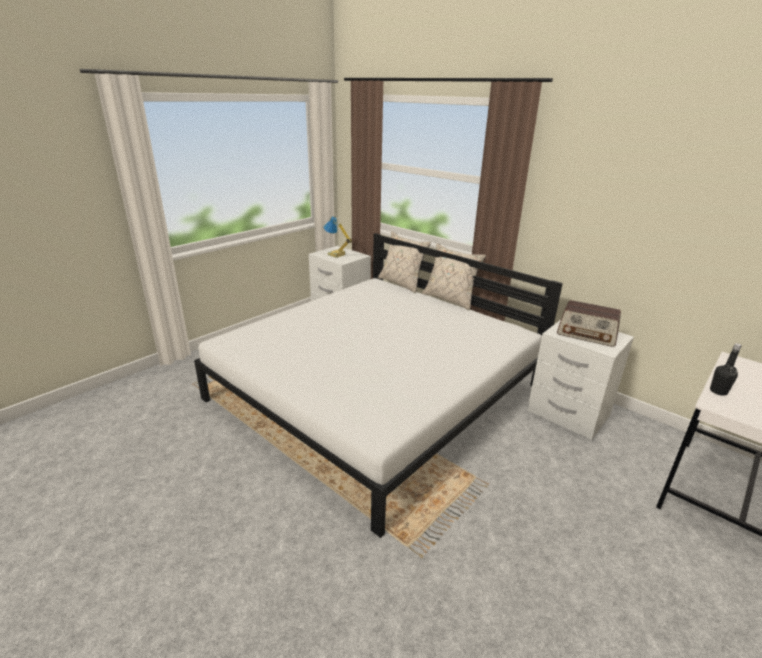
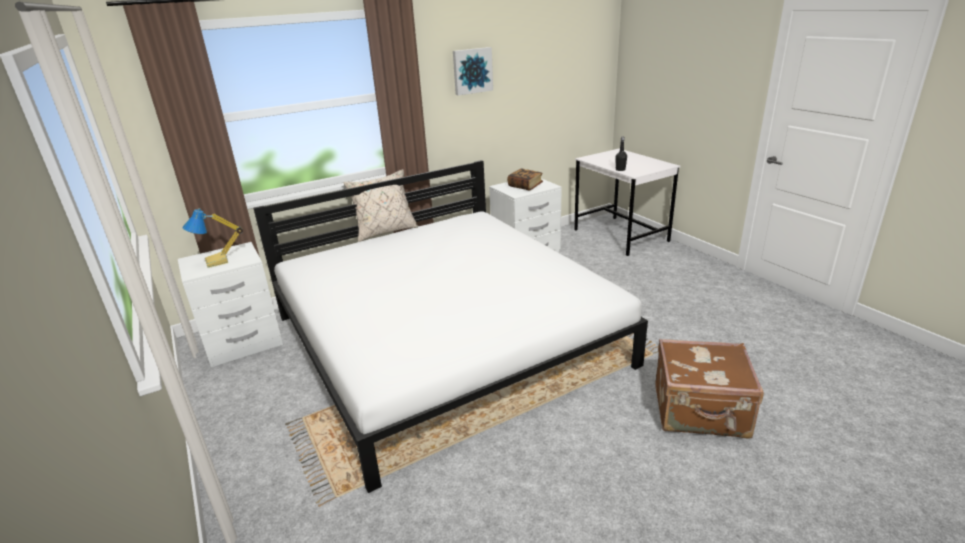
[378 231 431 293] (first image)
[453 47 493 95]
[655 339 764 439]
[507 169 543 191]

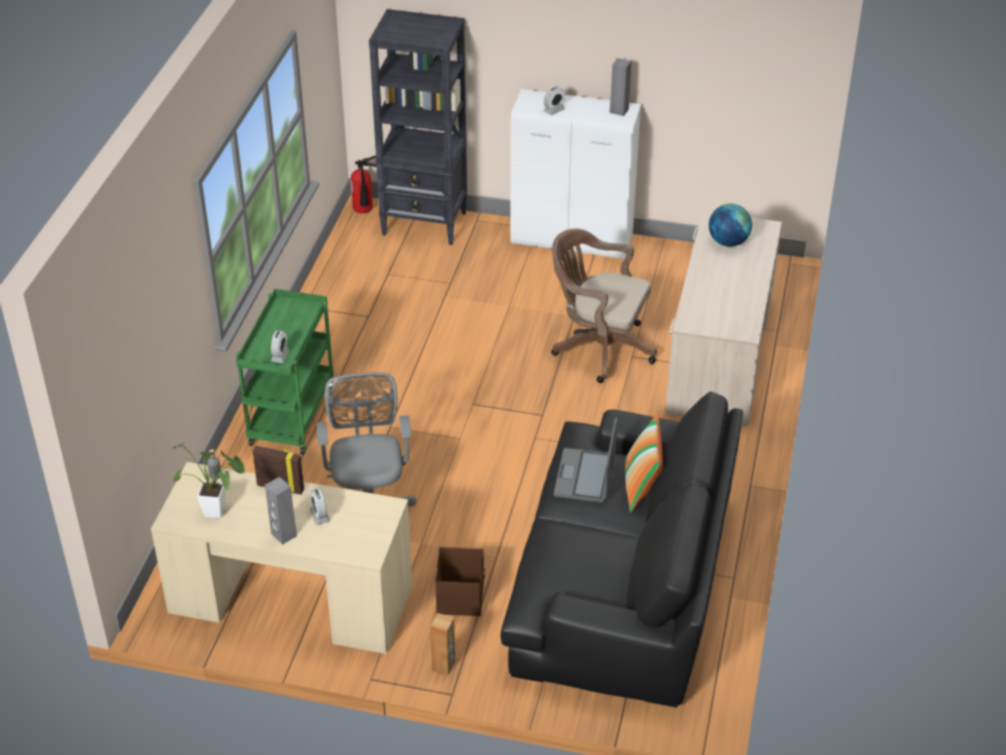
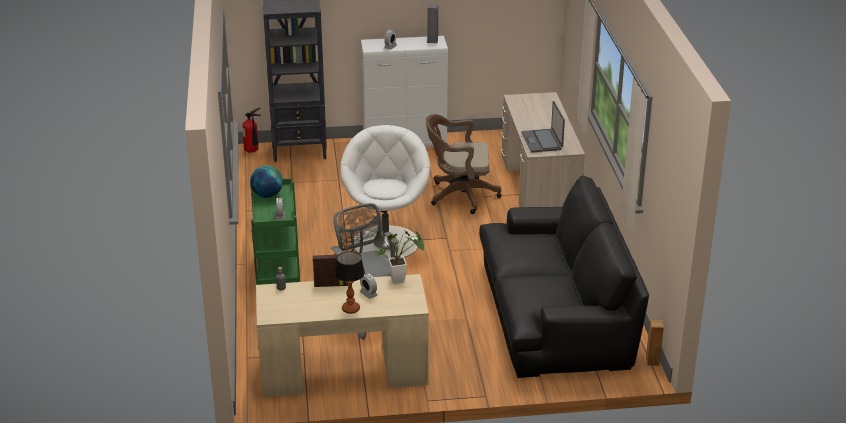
[435 547 485 616] (first image)
[625 413 663 513] (first image)
[340 125 430 258]
[373 229 424 284]
[646 320 664 365]
[521 101 565 152]
[250 165 283 198]
[335 251 365 314]

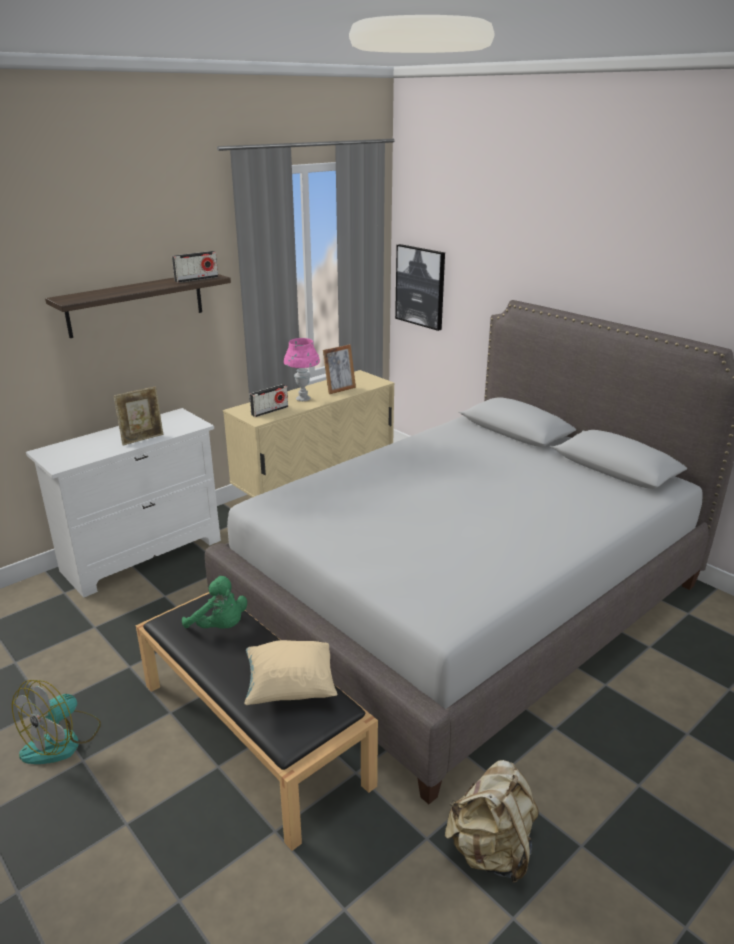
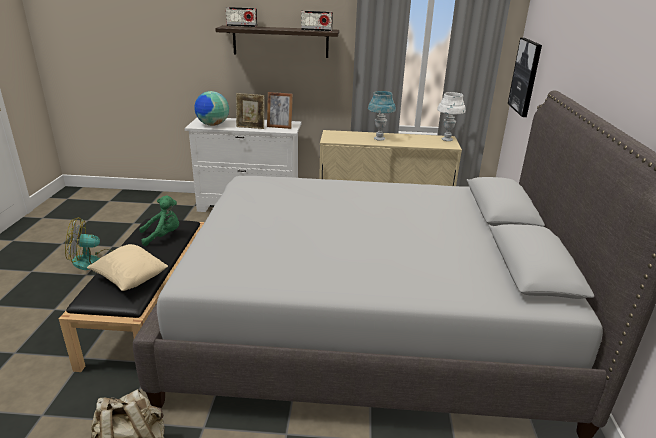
[194 91 229 126]
[437 92 466 141]
[225 7 257 27]
[267 92 293 129]
[368 91 396 141]
[139 196 179 246]

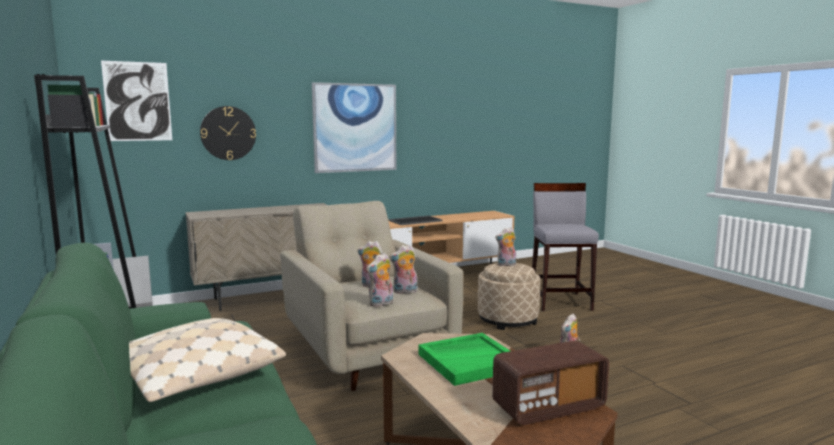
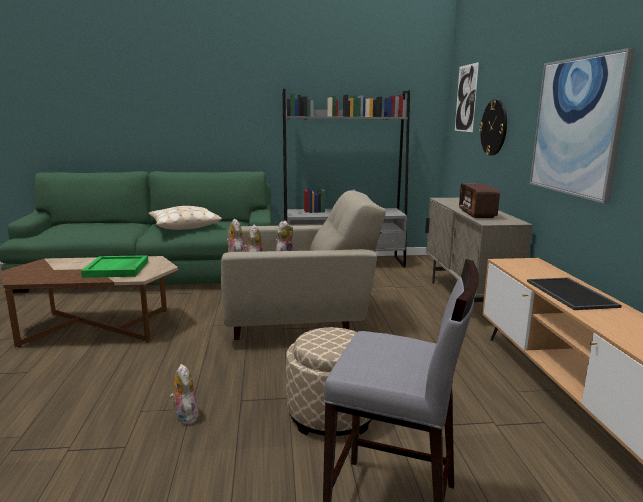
[495 227 516 266] (first image)
[459 183 500 218]

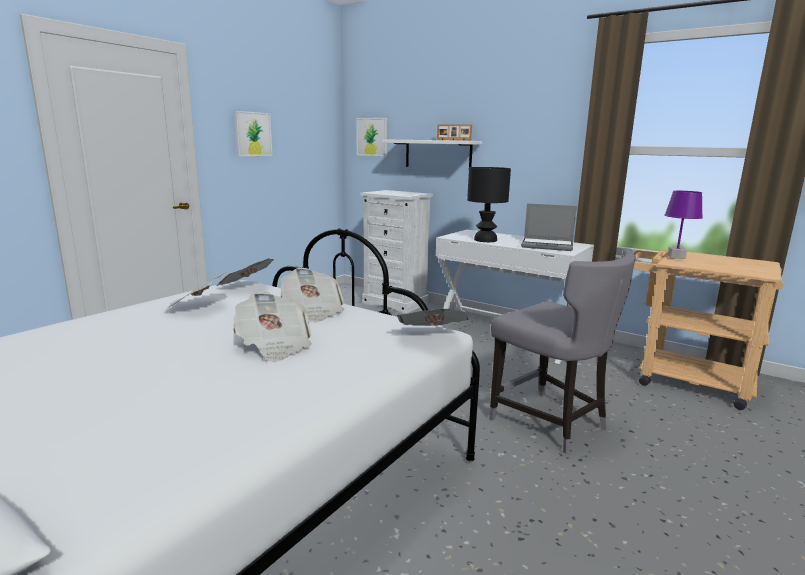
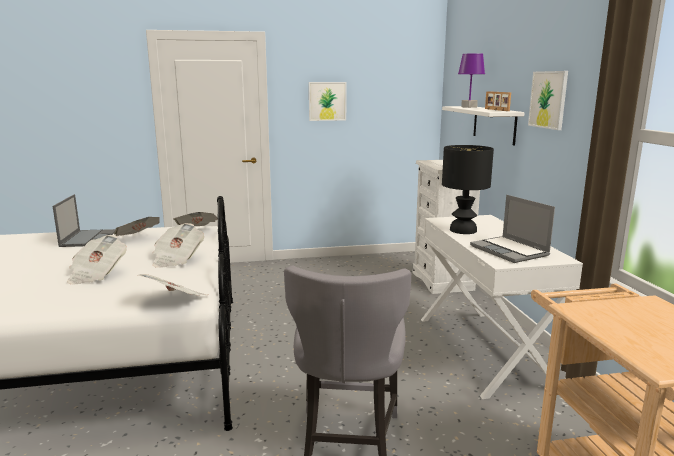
[53 194 115 247]
[528 71 568 130]
[458 53 485 108]

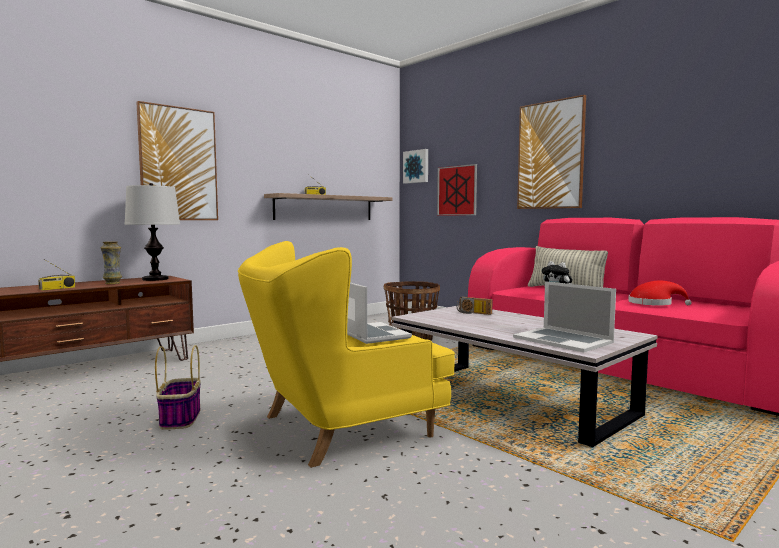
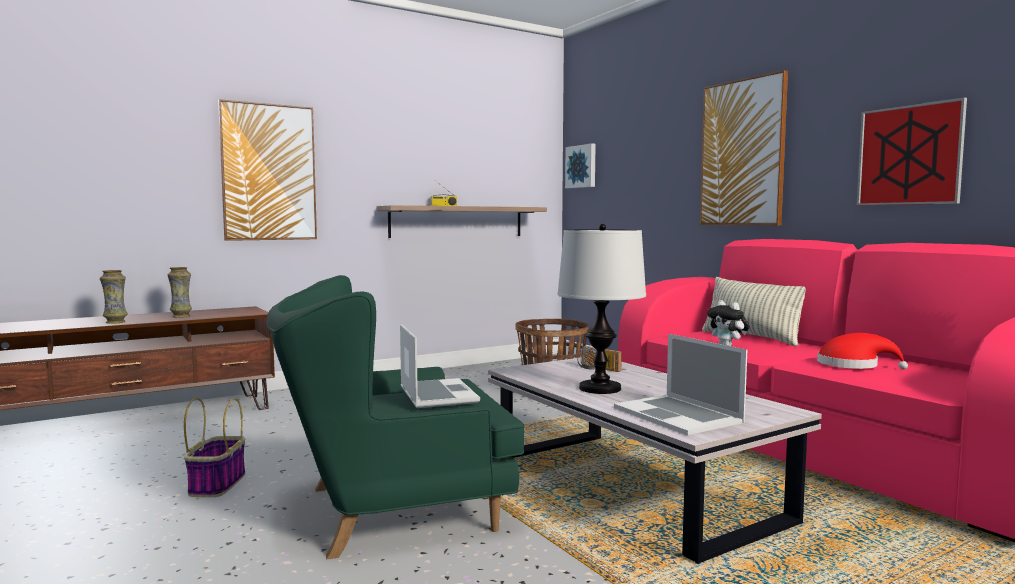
[557 224 646 394]
[857 97 967 206]
[100 270 128 324]
[267 275 525 559]

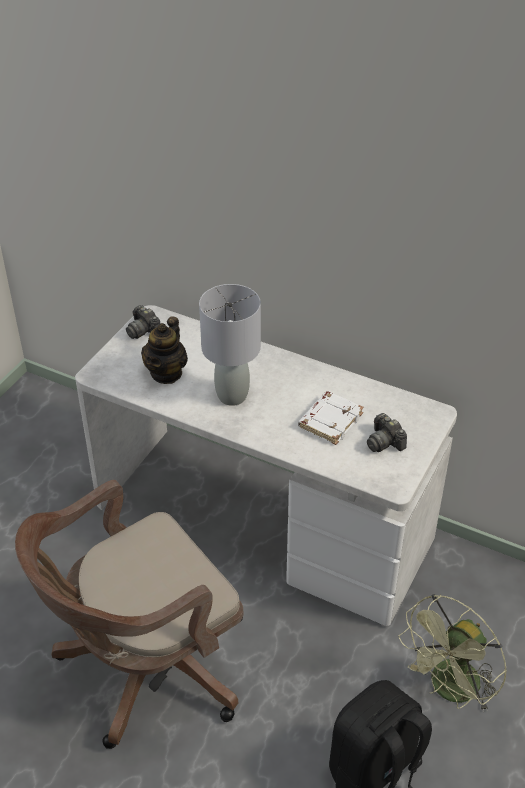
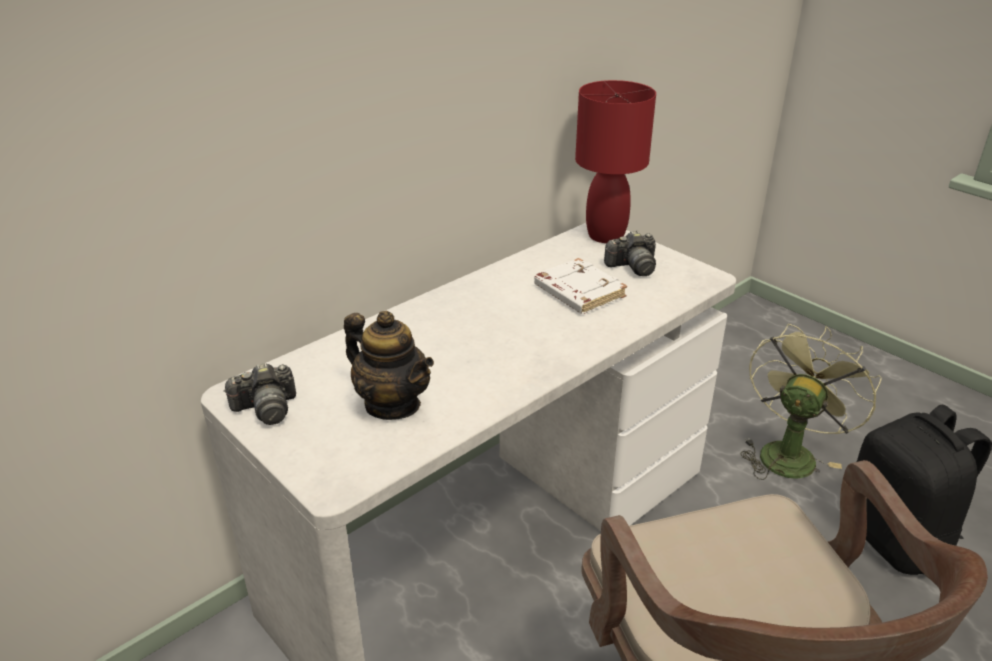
[199 284 261 406] (first image)
[575 80 656 243]
[740 324 882 480]

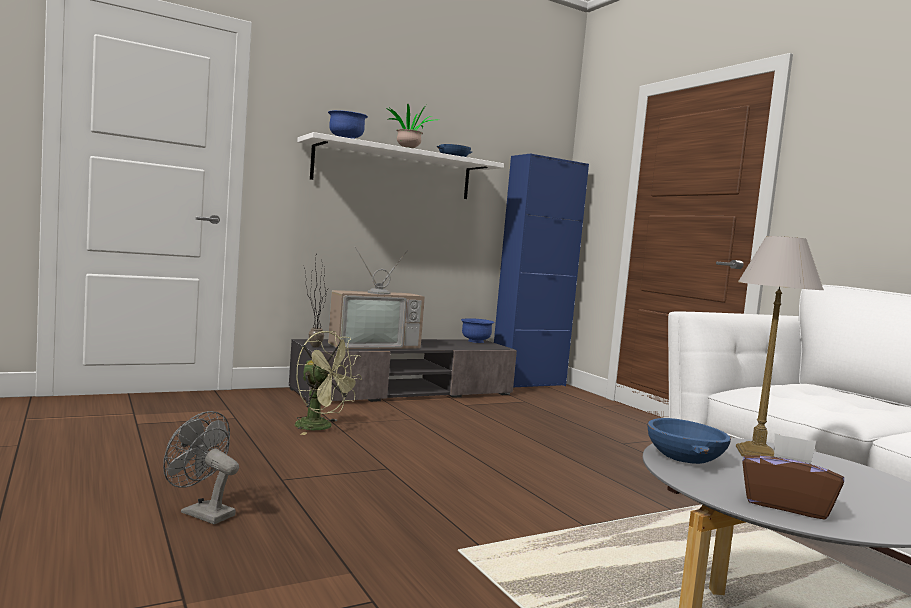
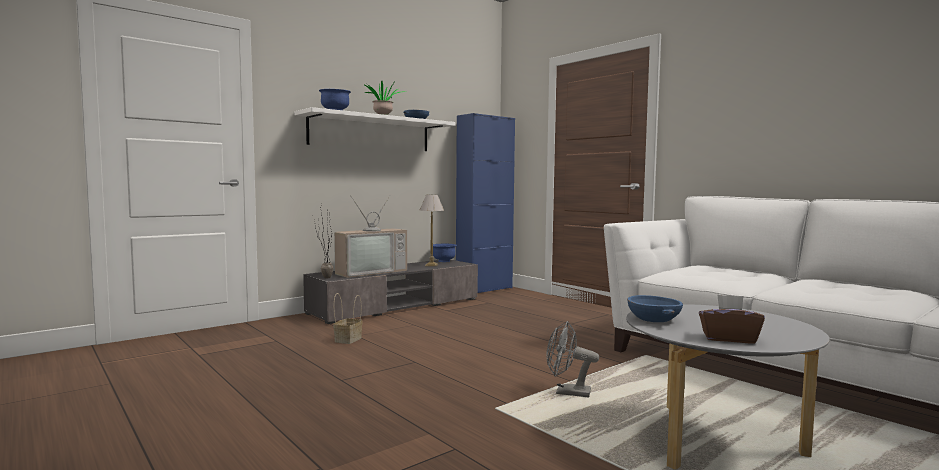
[546 321 599 398]
[420 195 444 266]
[333 293 362 344]

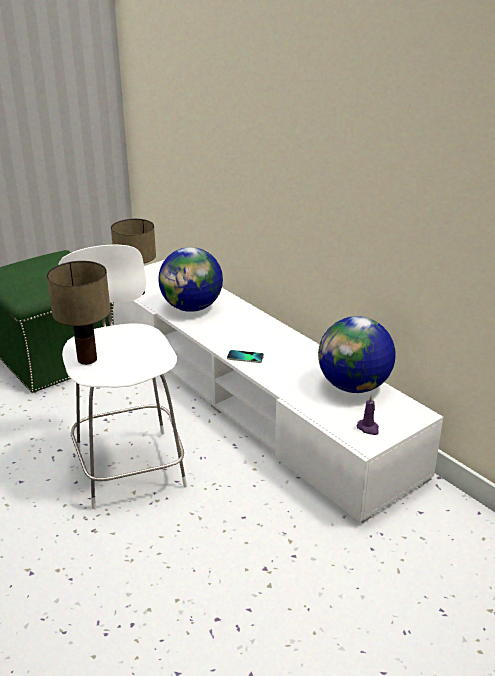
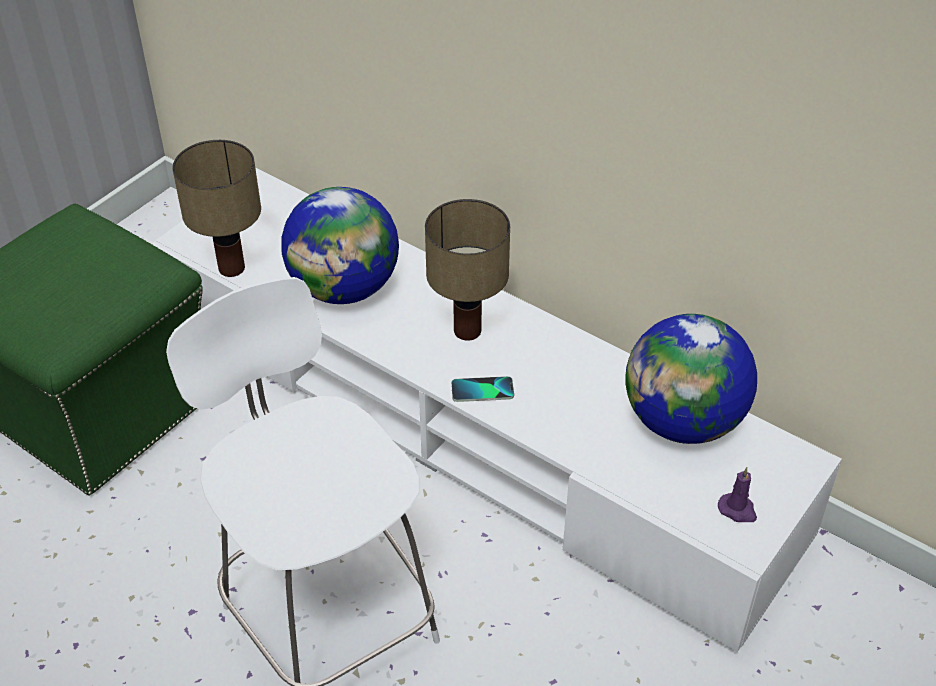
[425 199 510 341]

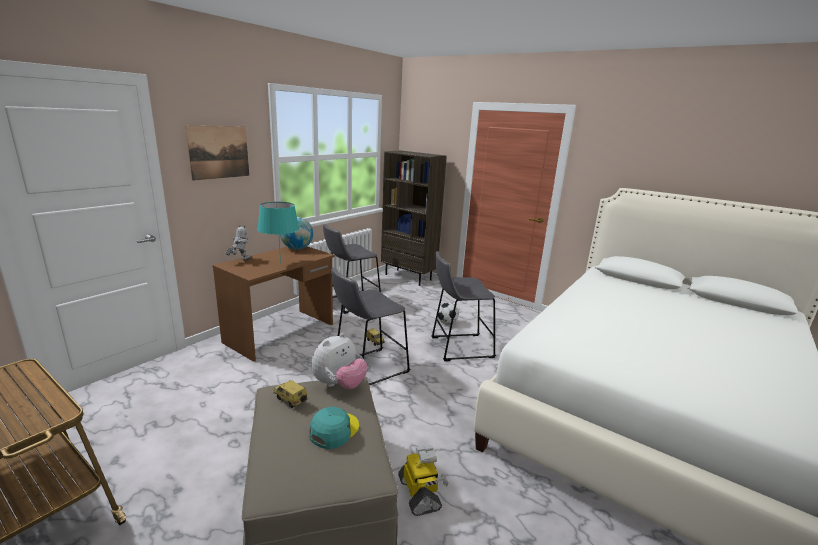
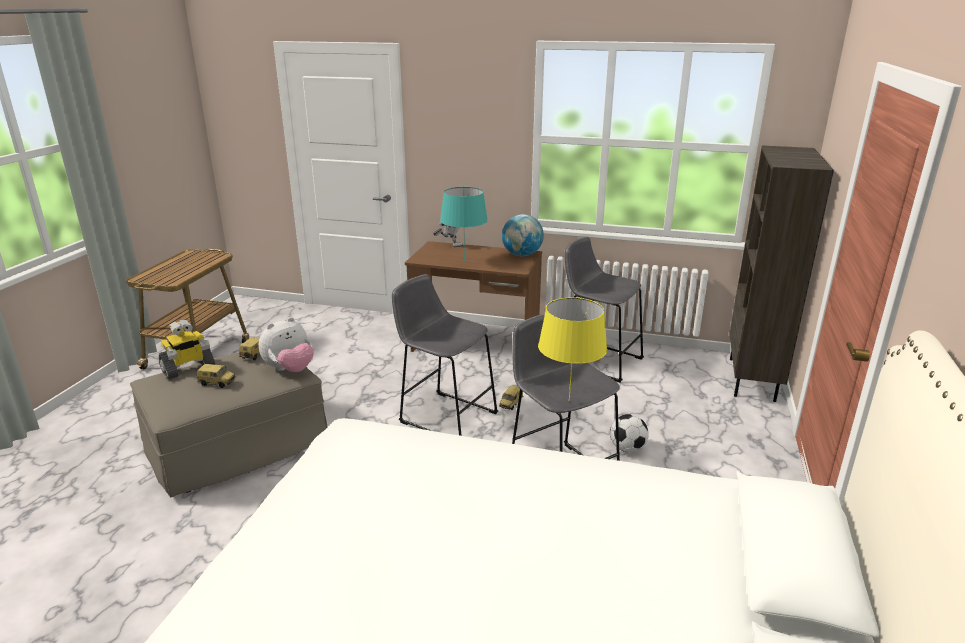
[185 126 249 181] (first image)
[538 298 608 401]
[159 320 215 379]
[197 364 236 388]
[259 317 314 372]

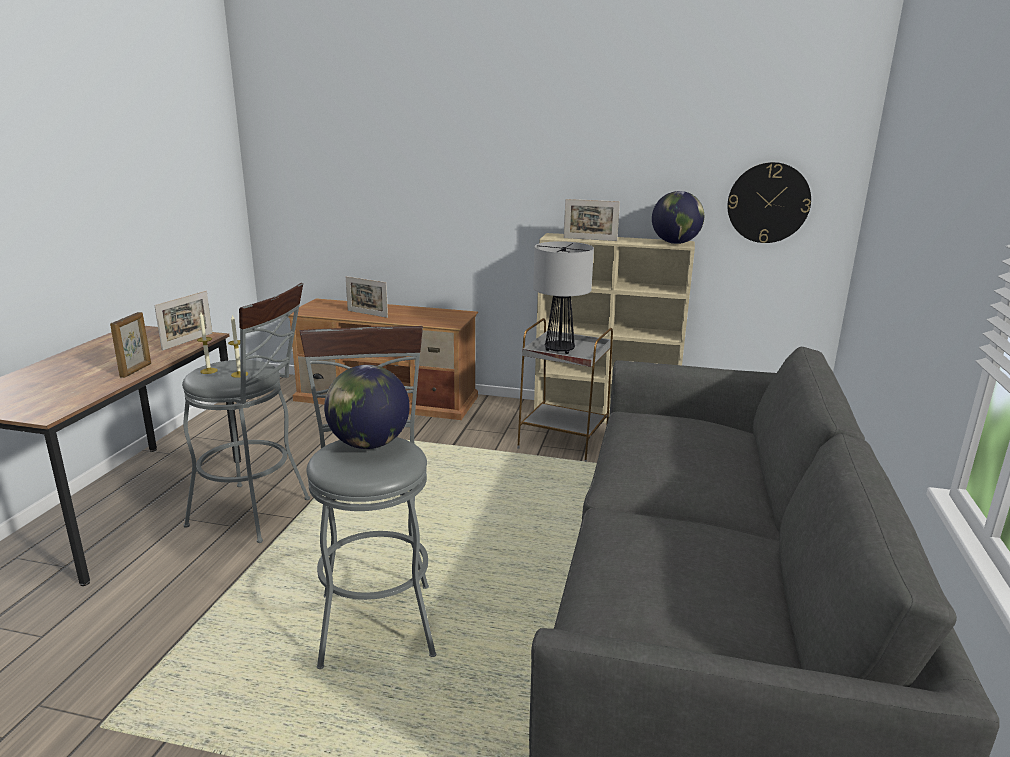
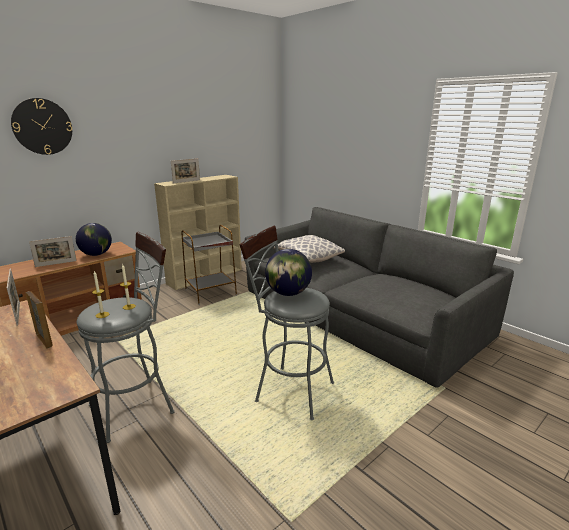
[533 241 594 354] (first image)
[274 235 345 263]
[76 223 112 256]
[11 98 72 155]

